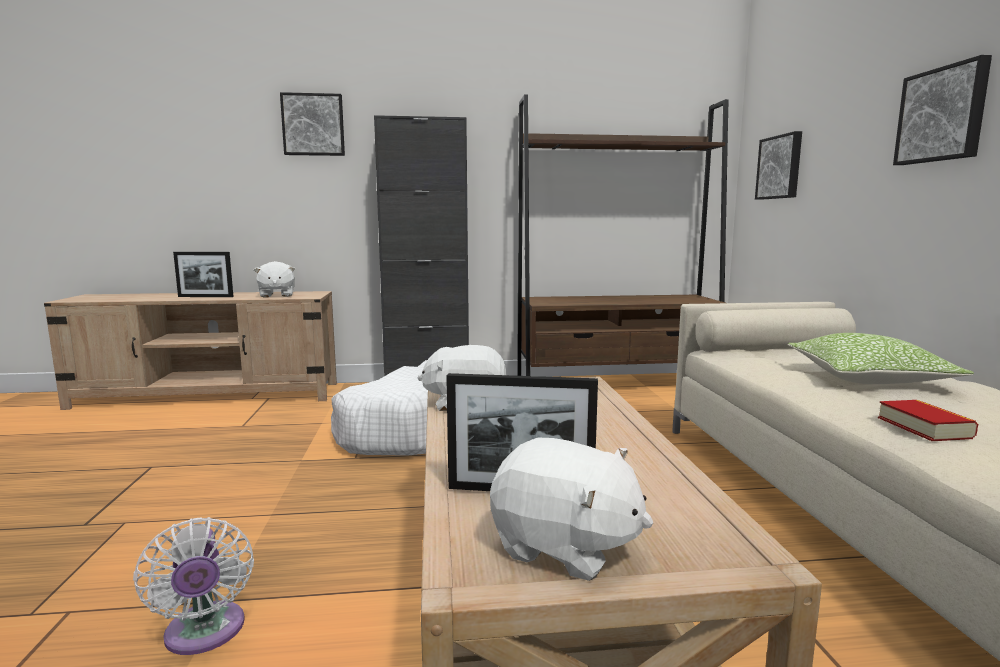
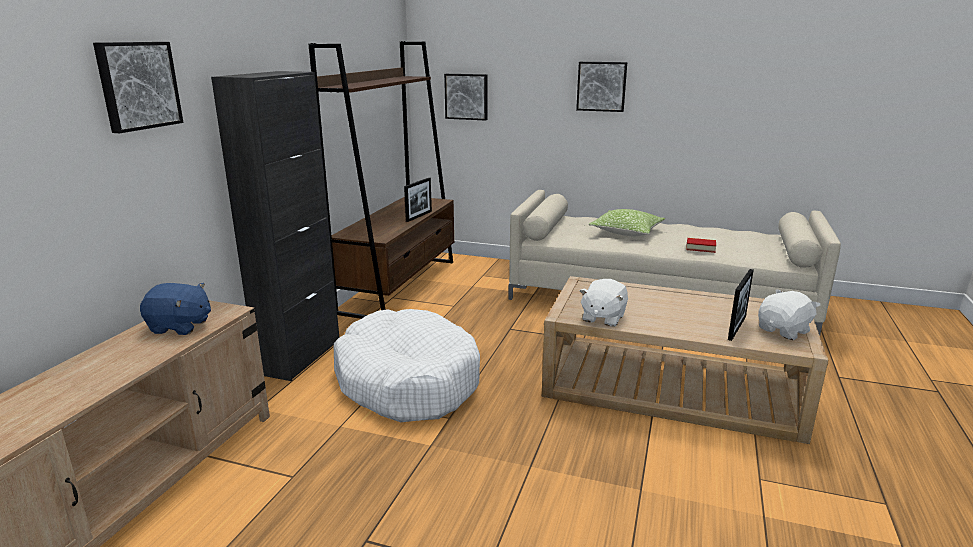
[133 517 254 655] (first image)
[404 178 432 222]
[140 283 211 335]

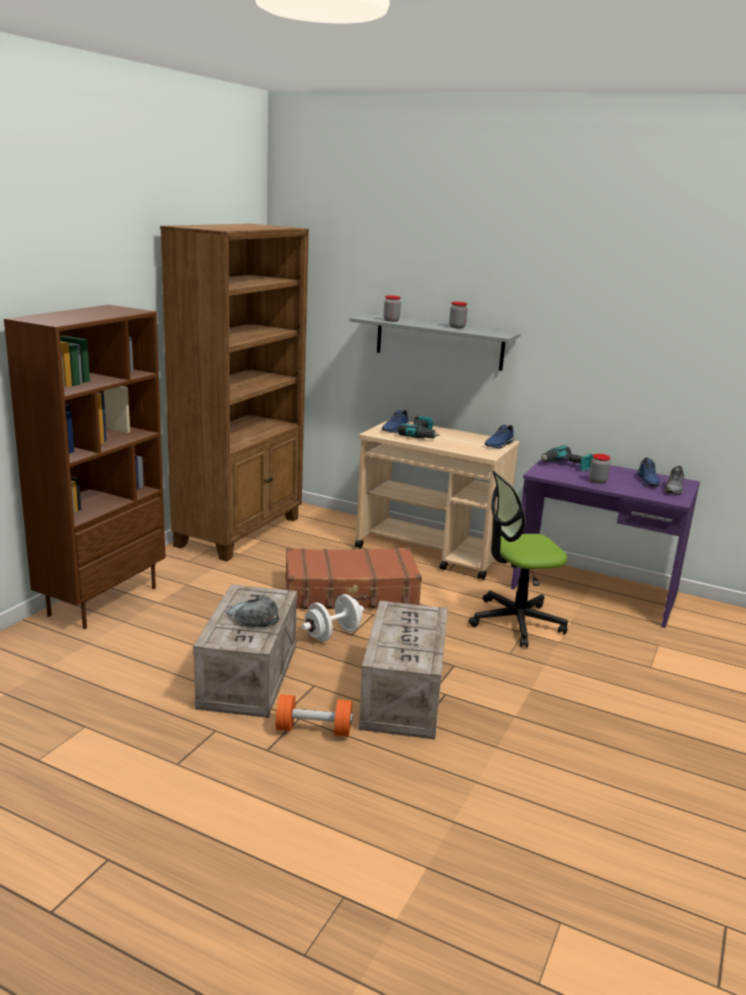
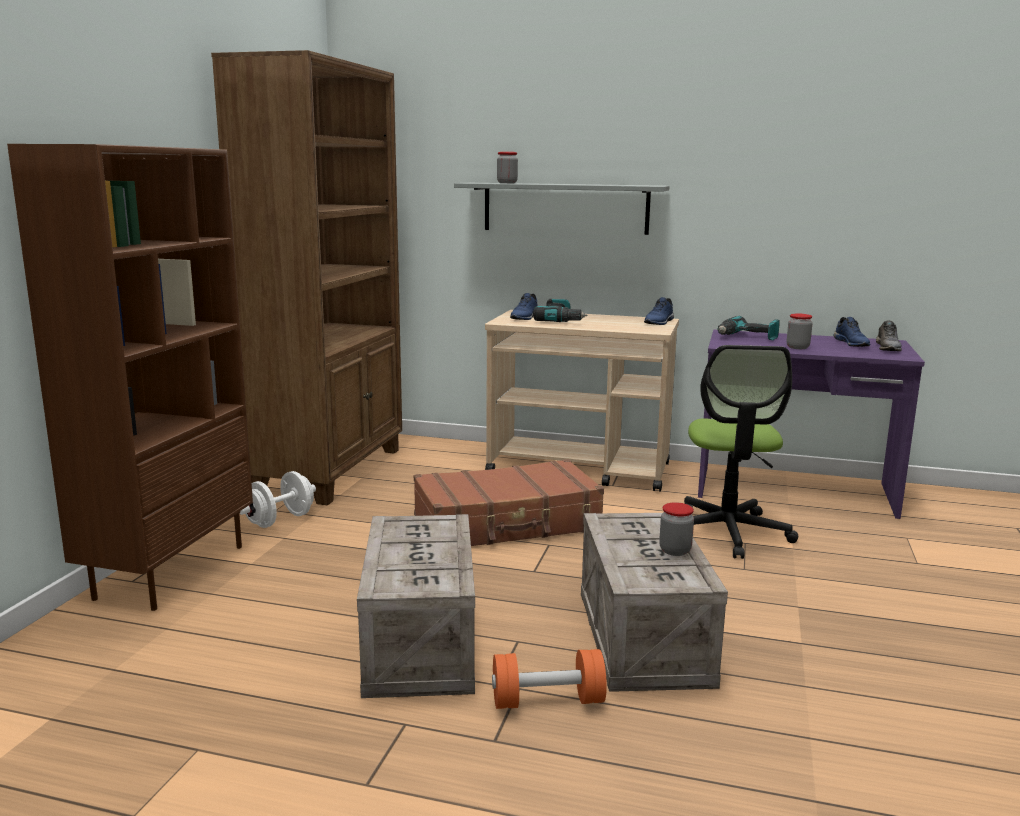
[226 596 279 627] (first image)
[240 471 316 528]
[659 502 694 556]
[684 345 798 559]

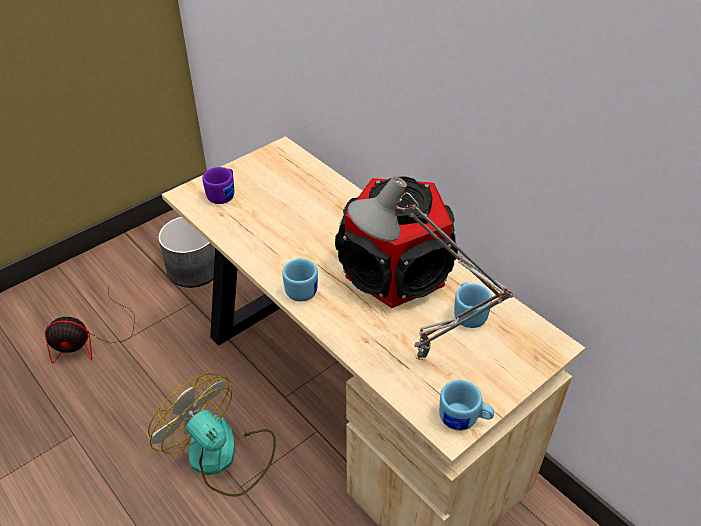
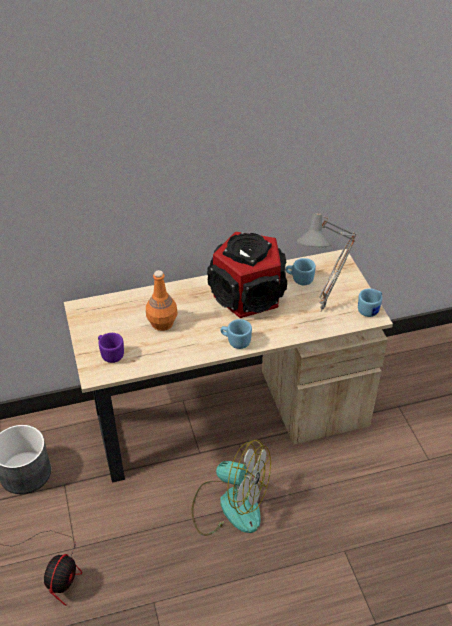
[146 270 177 331]
[191 440 271 536]

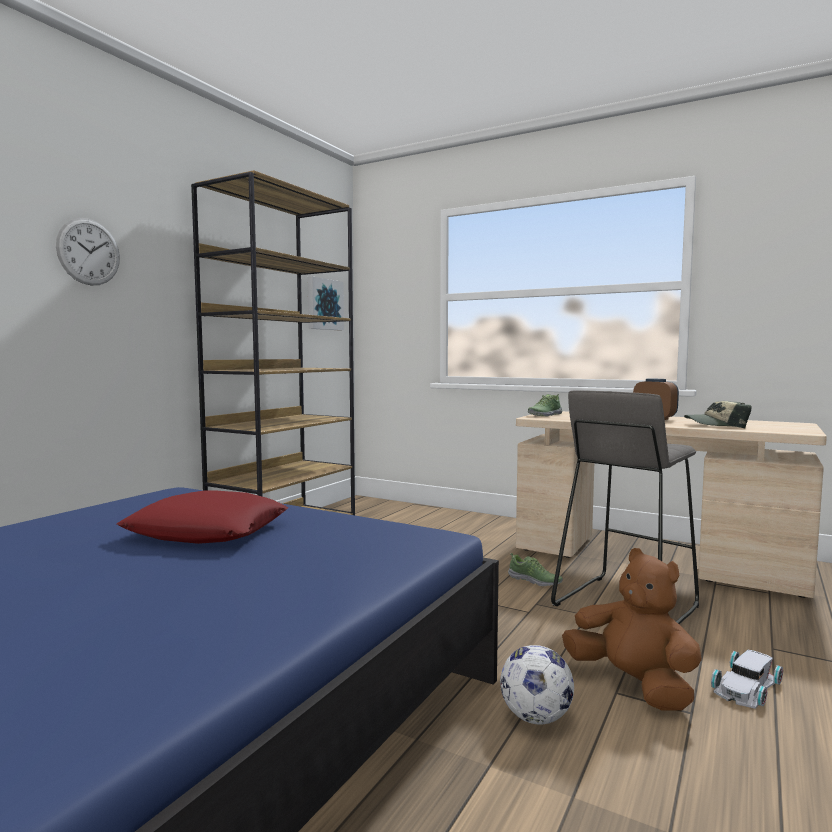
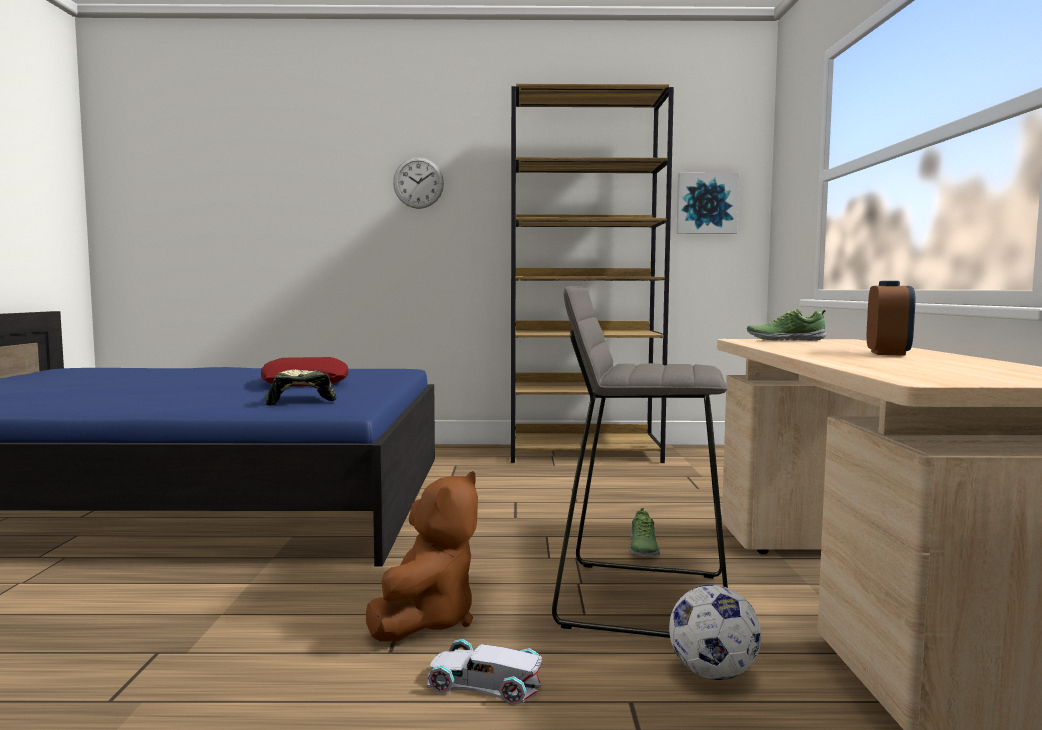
[669 585 761 680]
[264 370 337 406]

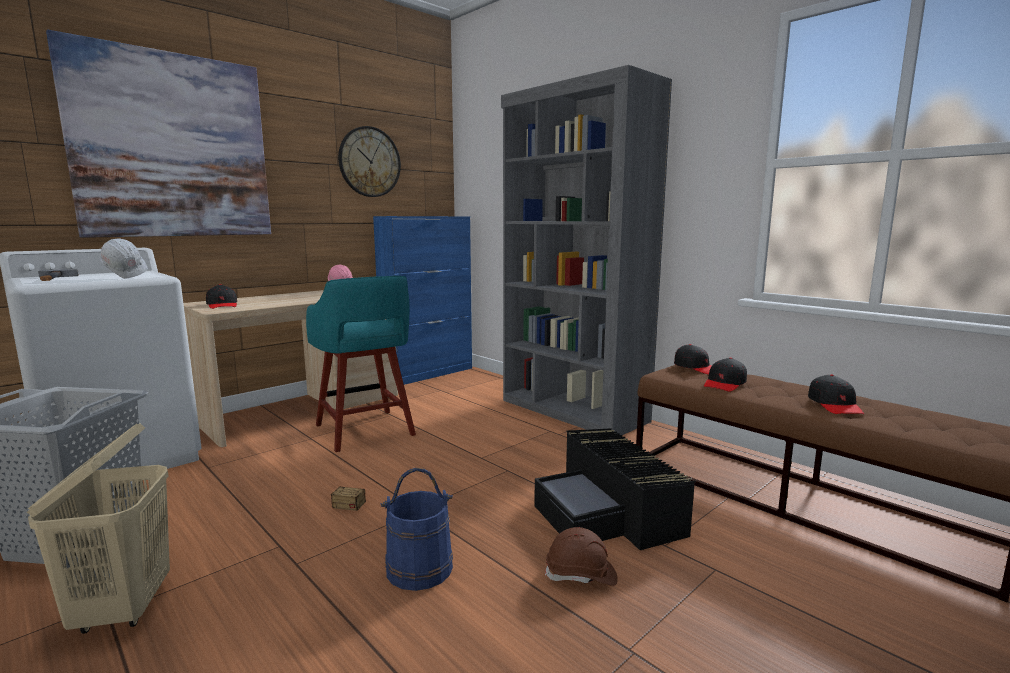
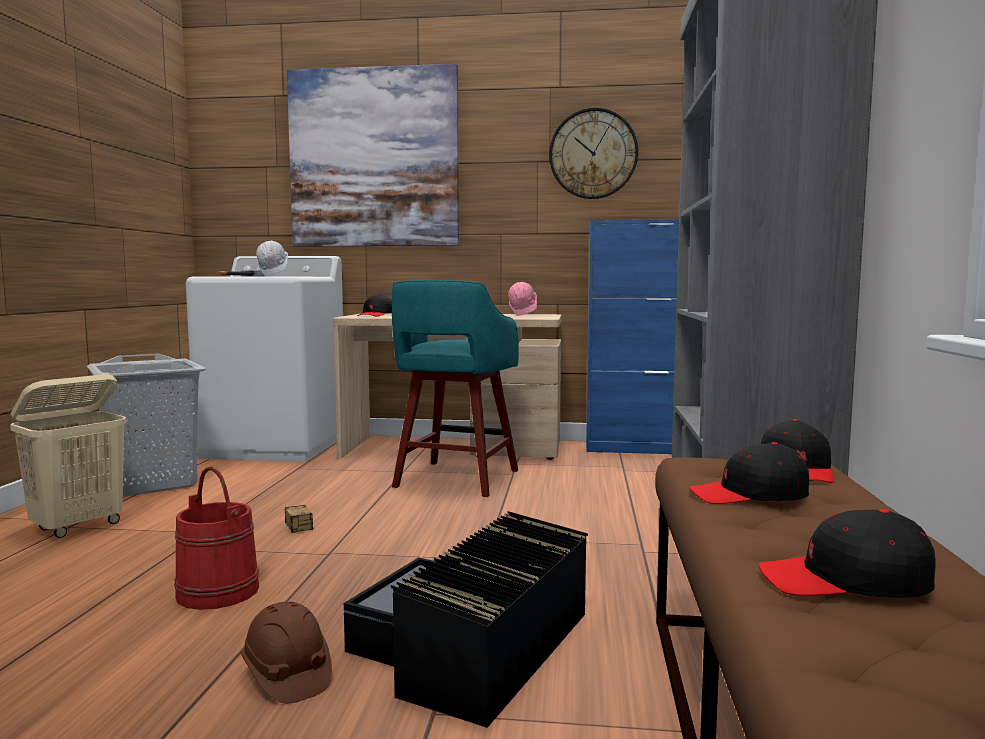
[174 466 259 610]
[759 509 936 598]

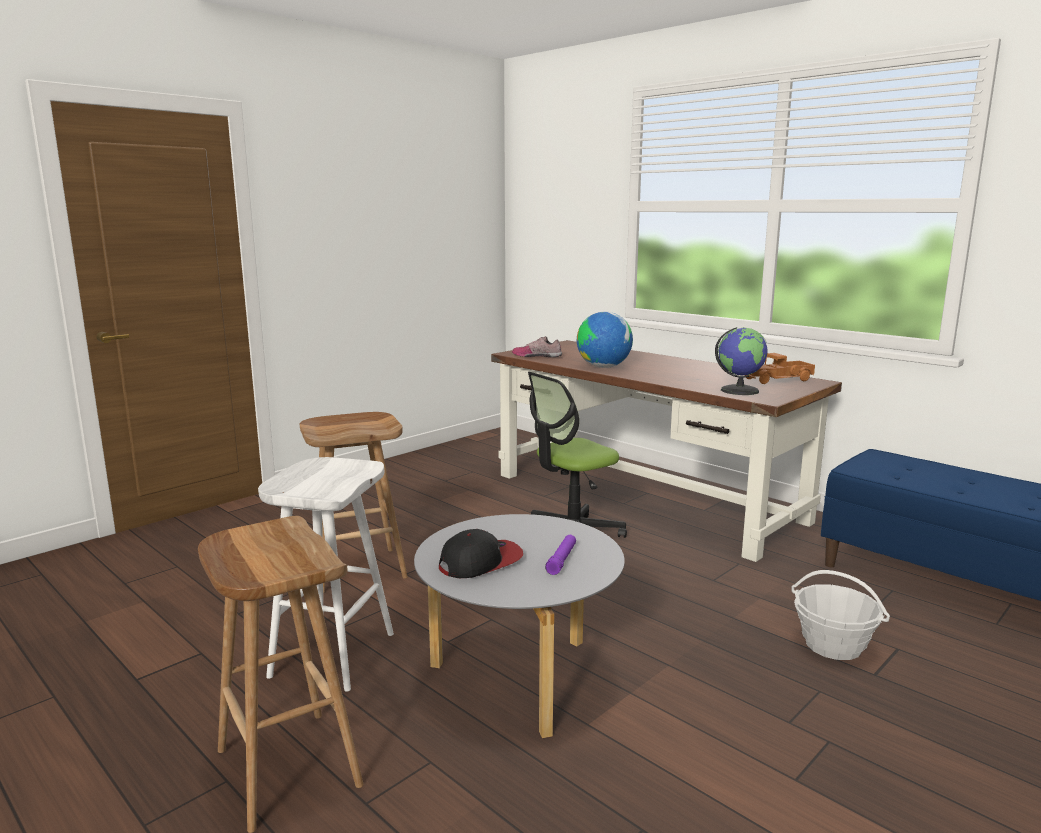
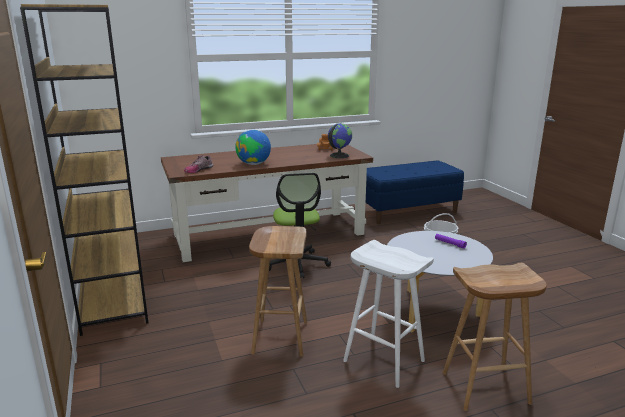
[439 529 523 578] (first image)
[20 4 148 336]

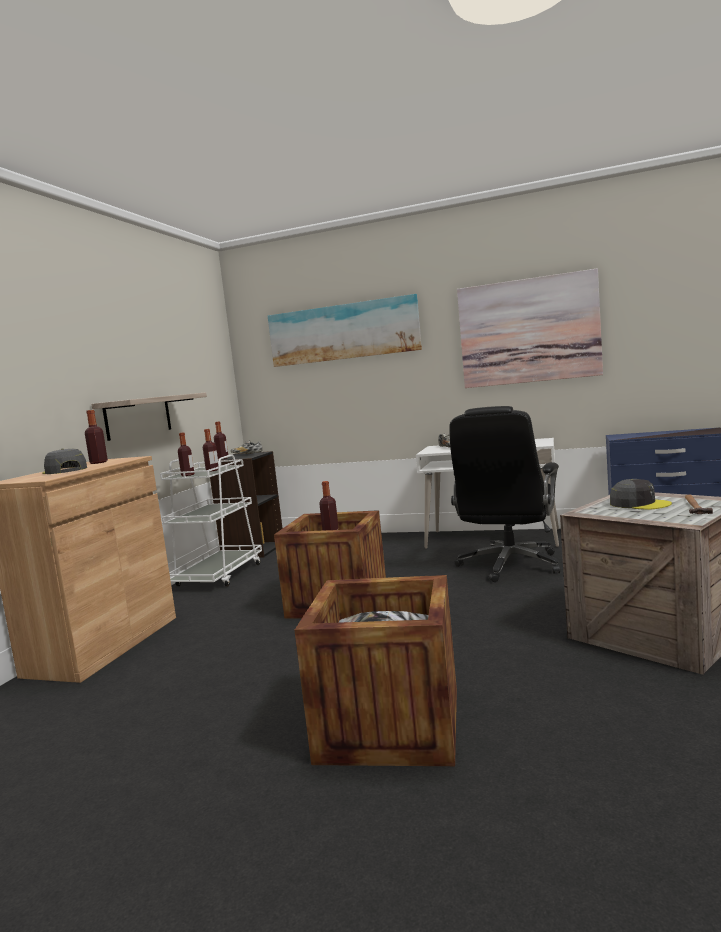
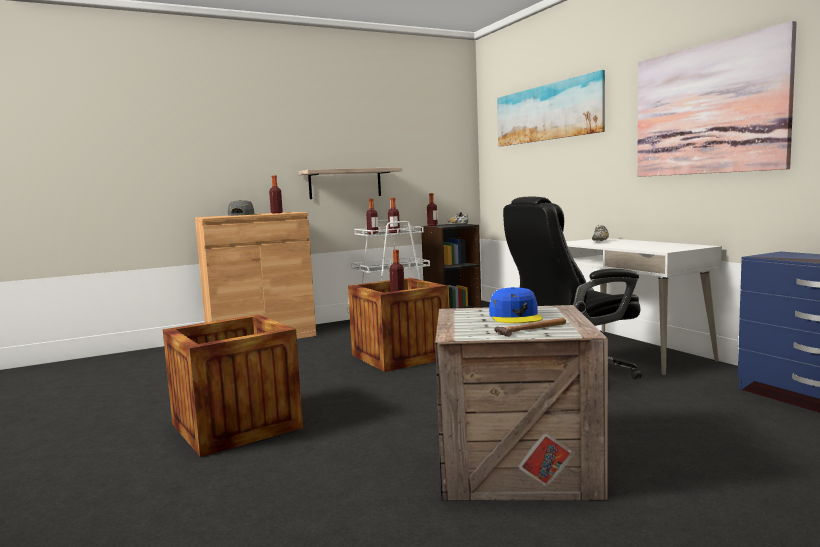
[489 287 543 323]

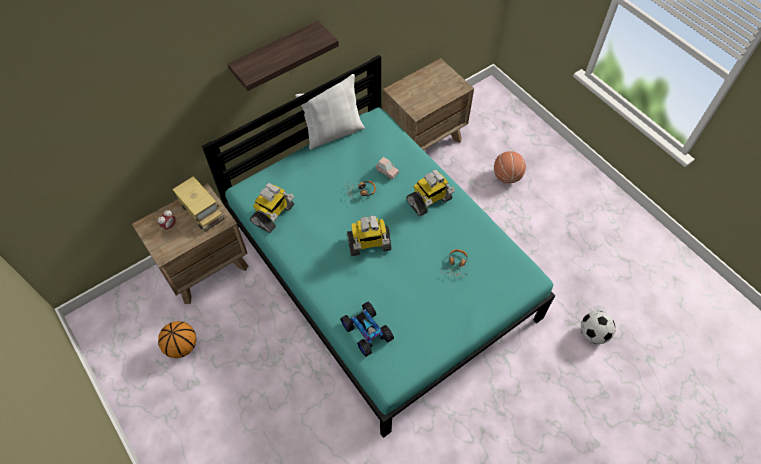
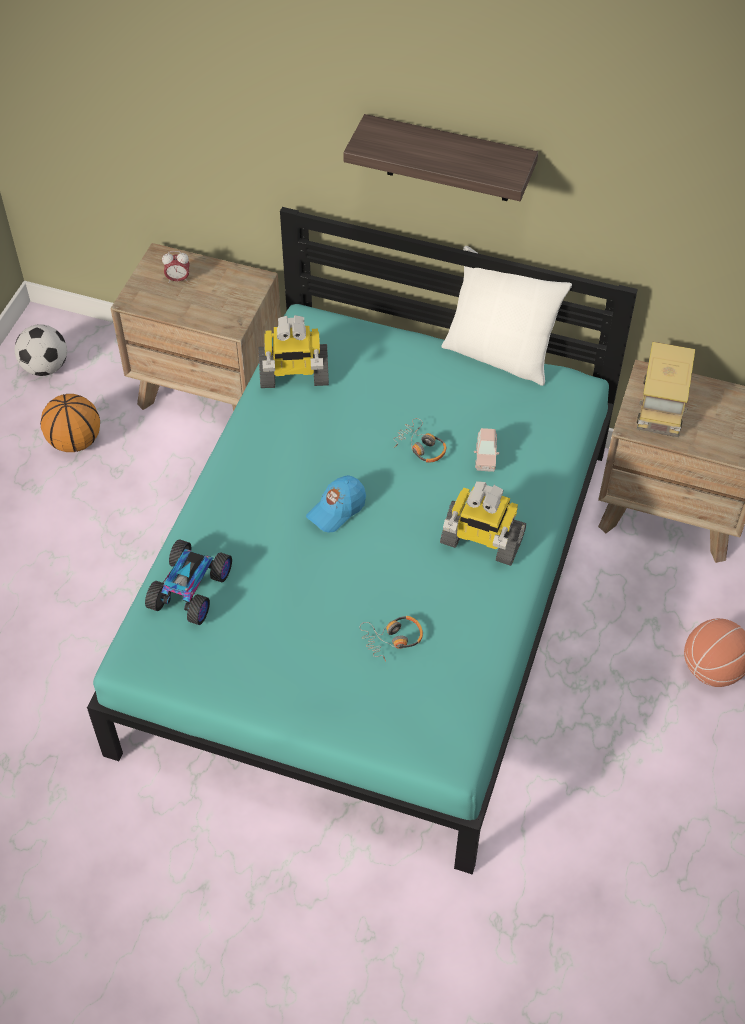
[636 342 695 437]
[15 324 67 376]
[306 475 366 533]

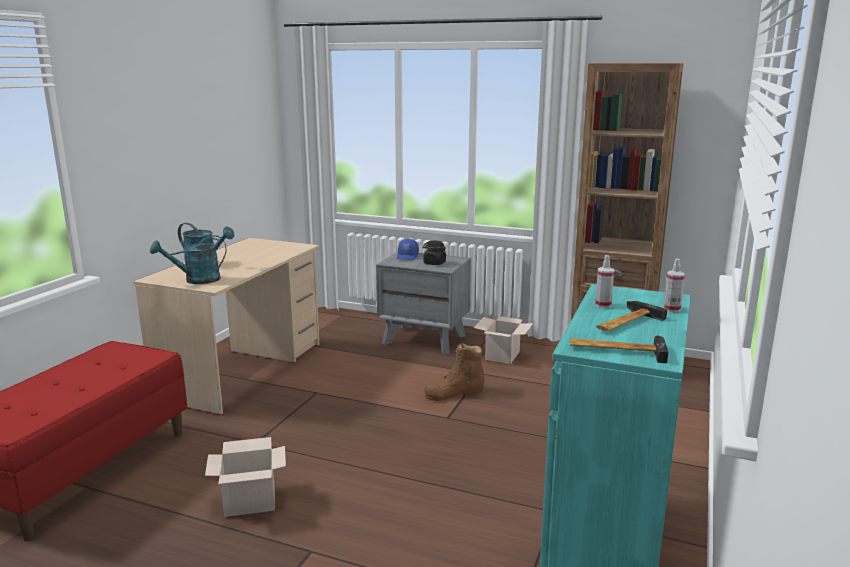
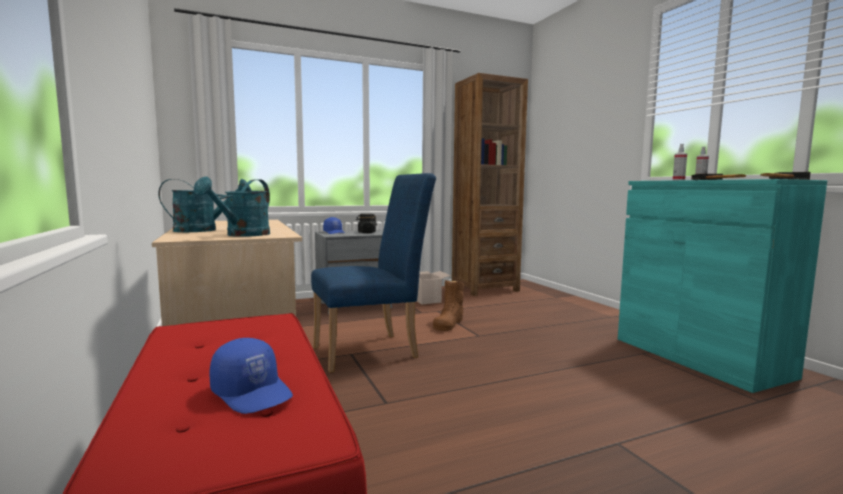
[205 437 286 517] (first image)
[209 338 293 414]
[311 173 436 372]

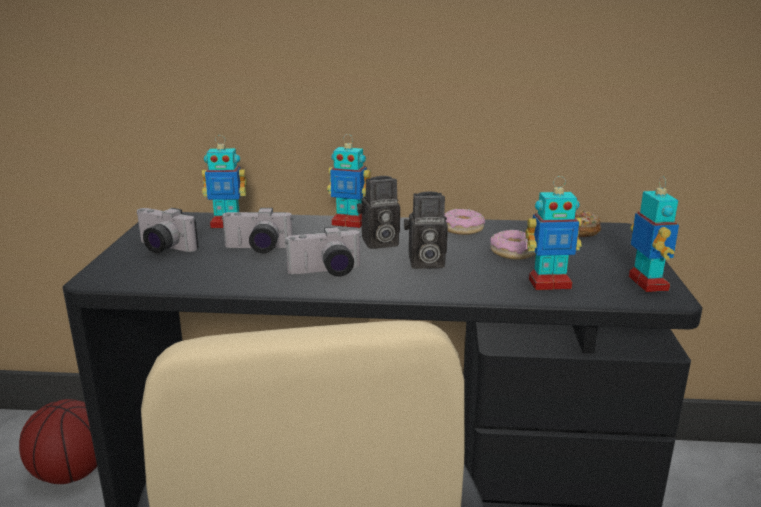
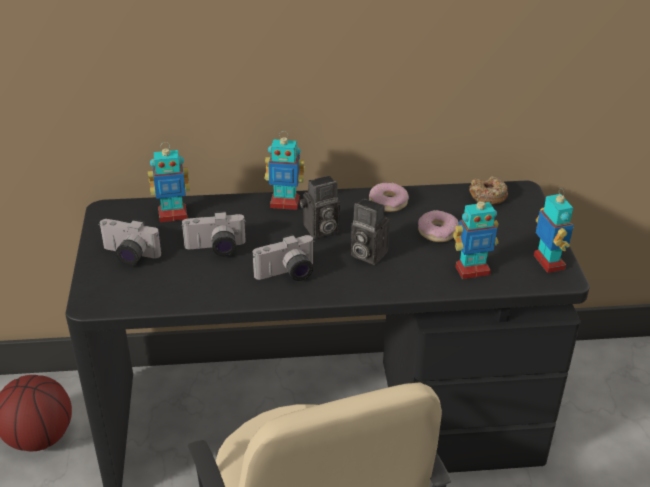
[351 198 390 265]

